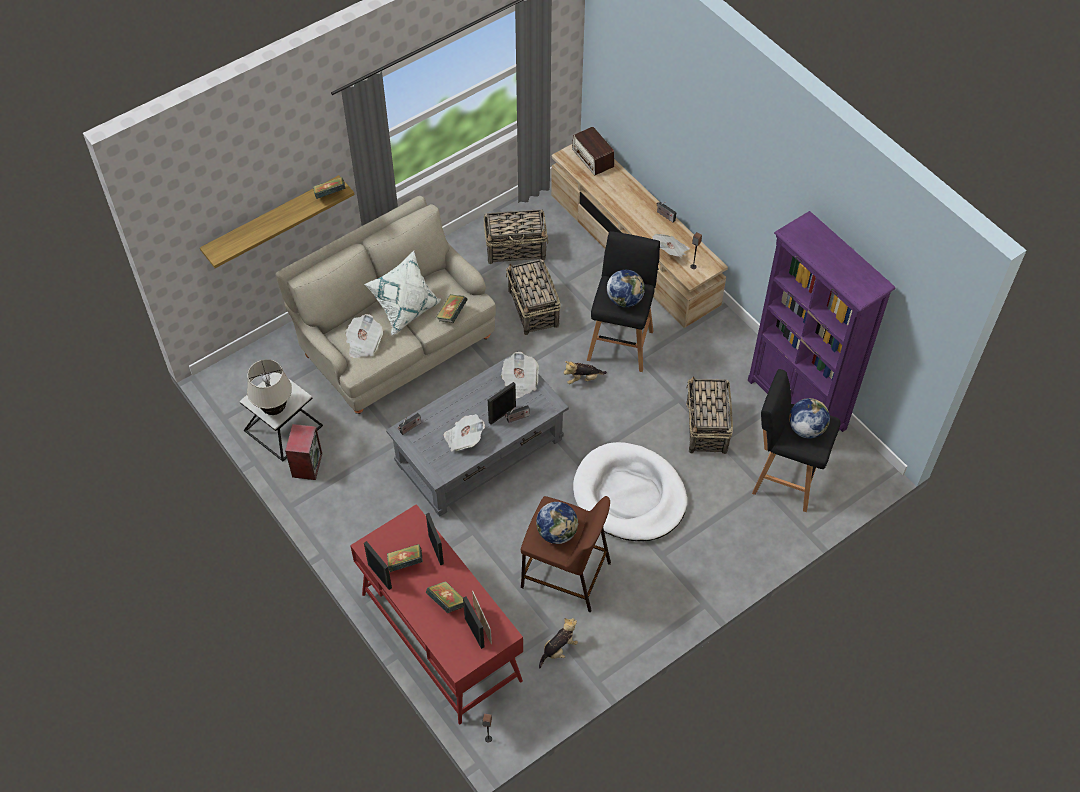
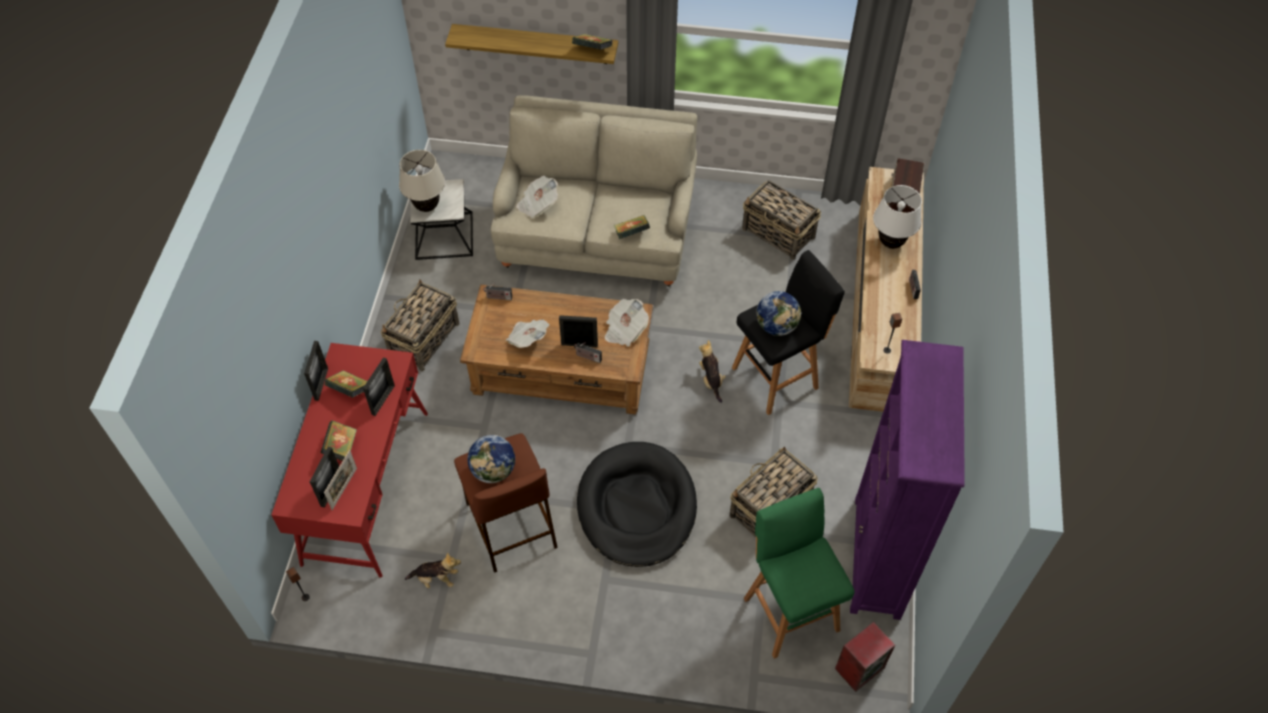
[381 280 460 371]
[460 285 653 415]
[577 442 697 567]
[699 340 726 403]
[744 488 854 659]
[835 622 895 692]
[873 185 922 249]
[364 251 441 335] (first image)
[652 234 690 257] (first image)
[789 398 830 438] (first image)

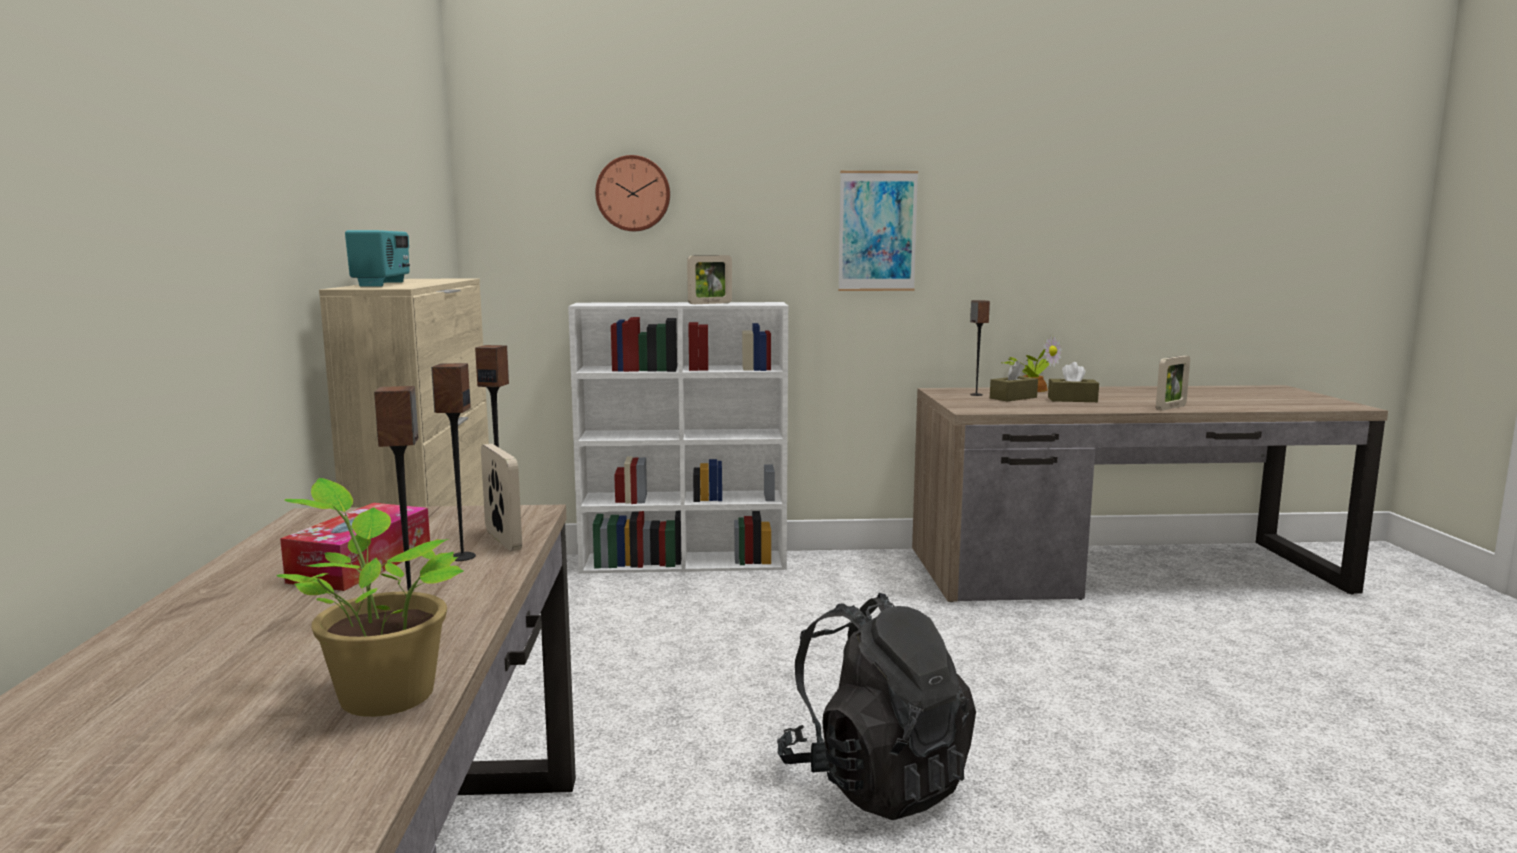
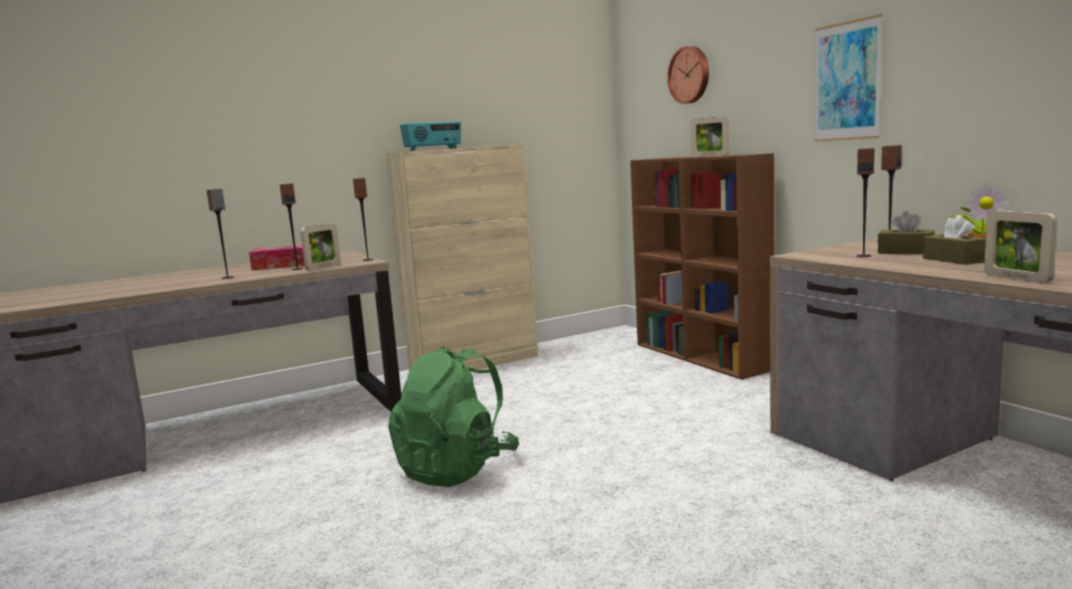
[388 346 519 487]
[630 153 774 380]
[856 148 874 257]
[984 210 1057 283]
[276 478 464 717] (first image)

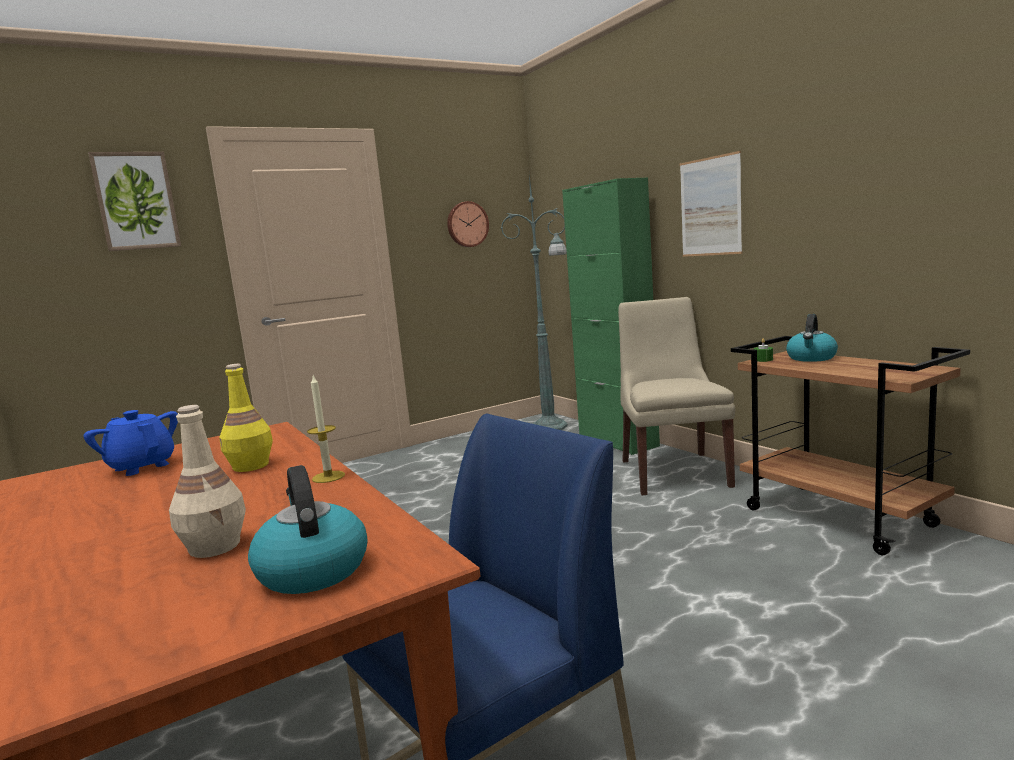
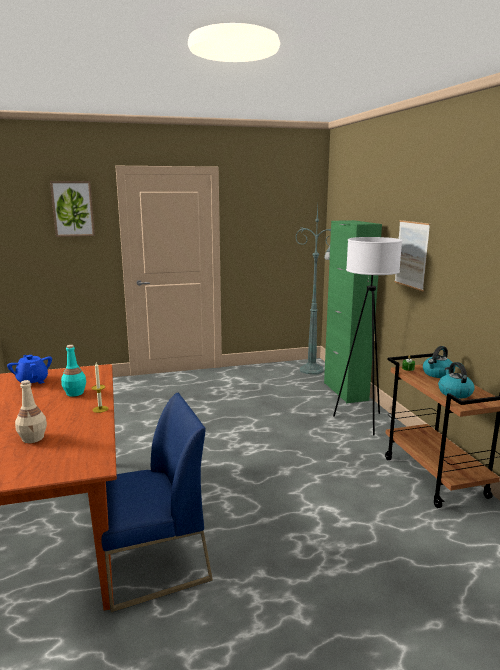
[61 345 86 397]
[333 237 402 435]
[438 362 475 398]
[447 201 489 247] (first image)

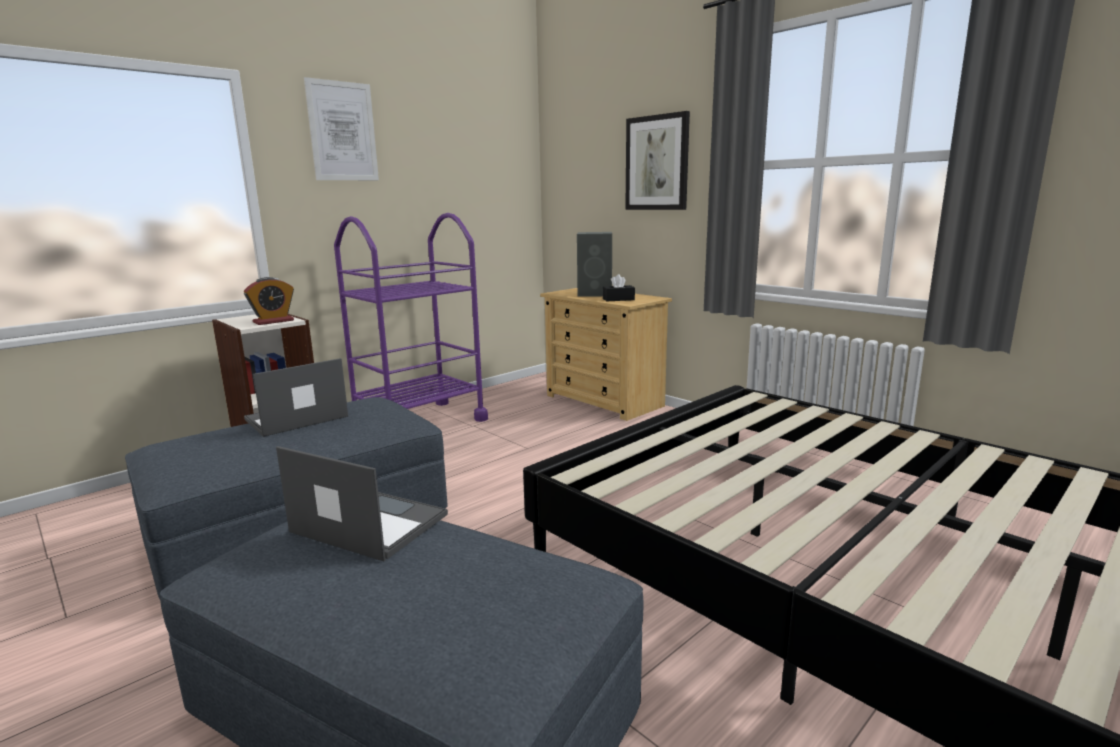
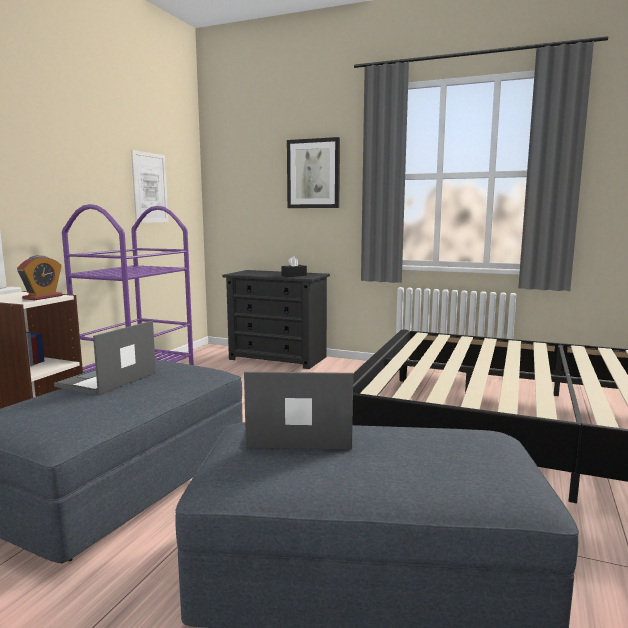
[131 150 169 223]
[222 270 330 369]
[577 232 612 297] (first image)

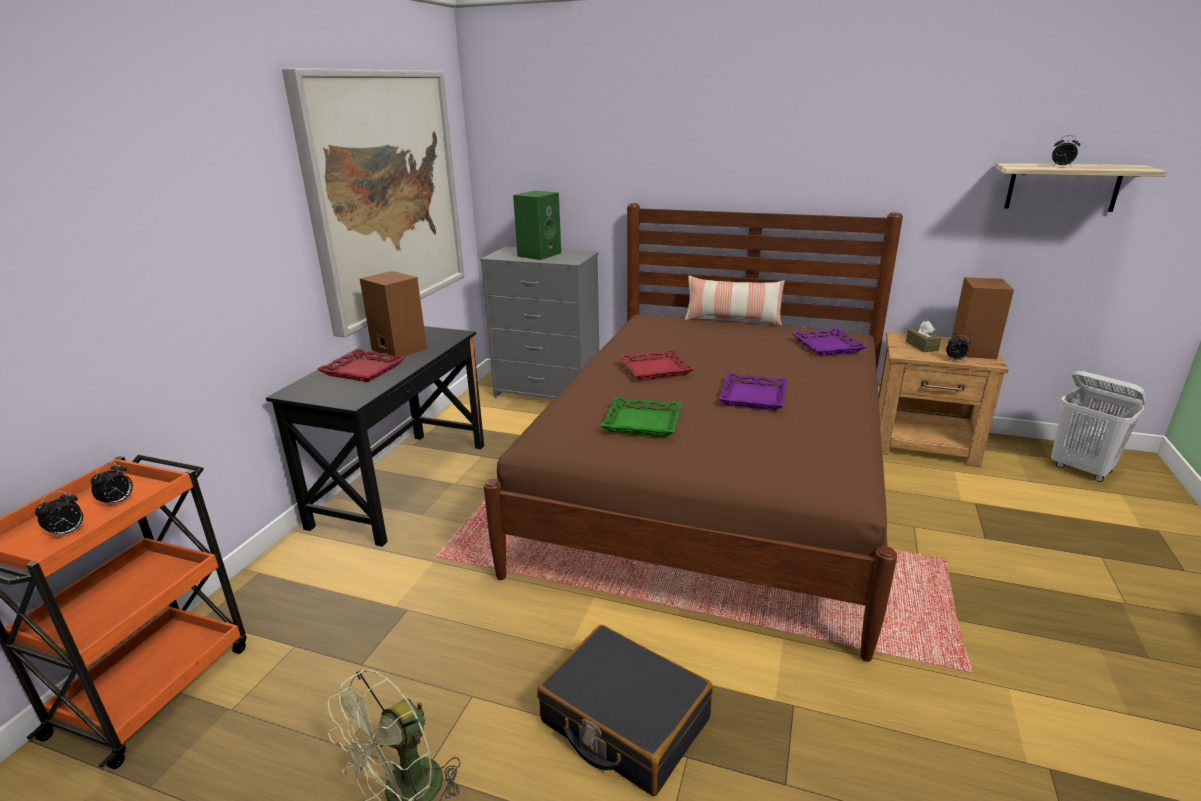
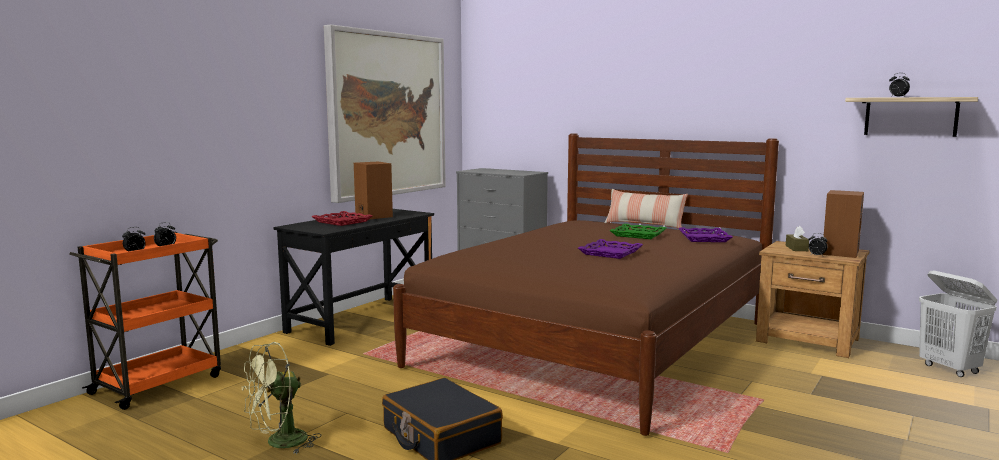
[610 224 666 239]
[513 191 561 260] (first image)
[619 349 694 381] (first image)

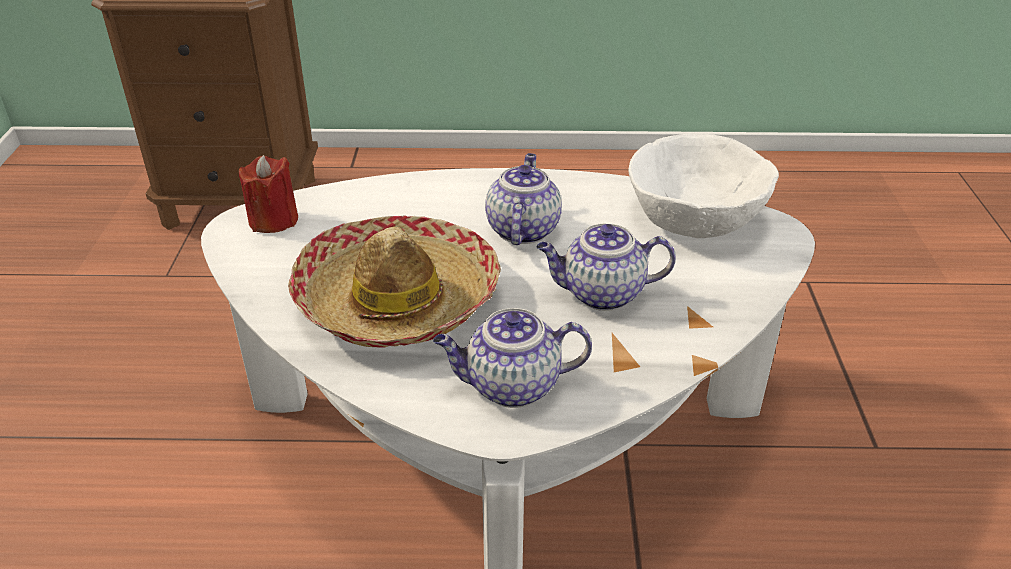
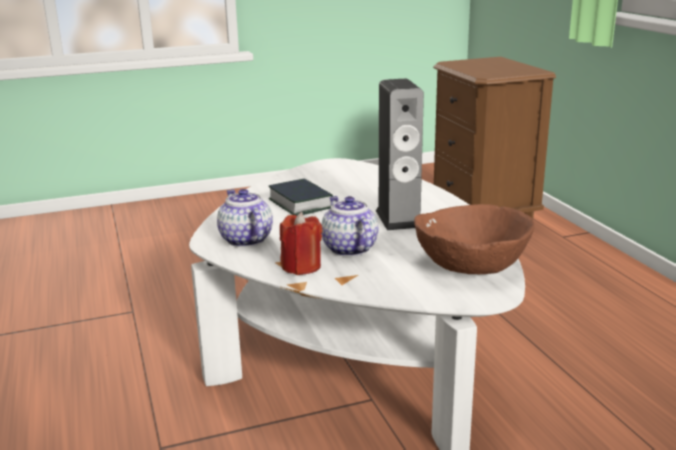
[268 179 333 216]
[280 212 322 275]
[376 79 424 230]
[414 204 535 274]

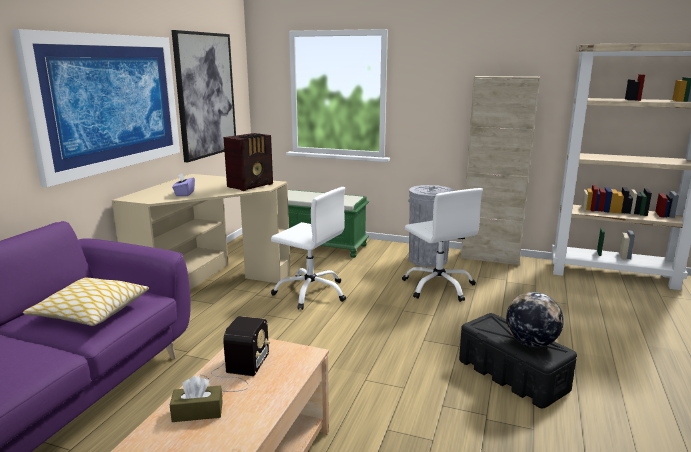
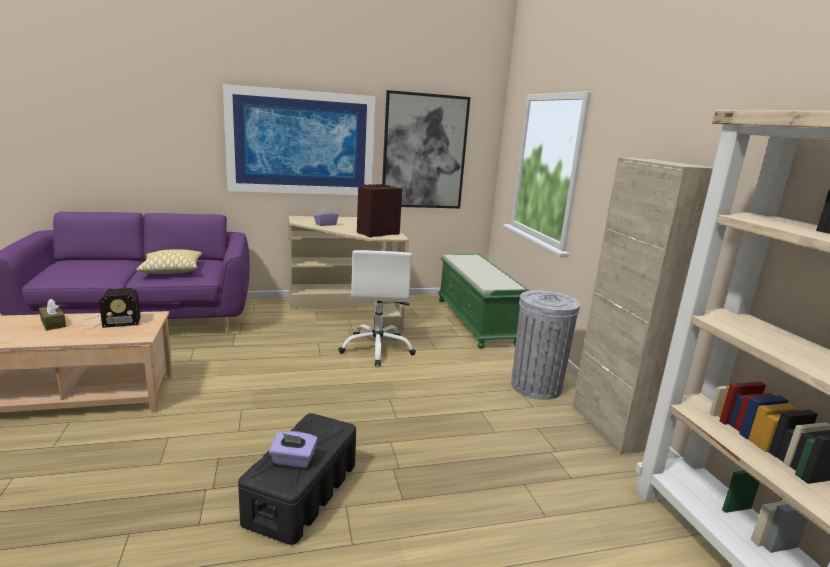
[269 431 318 468]
[357 184 402 238]
[402 188 483 302] (first image)

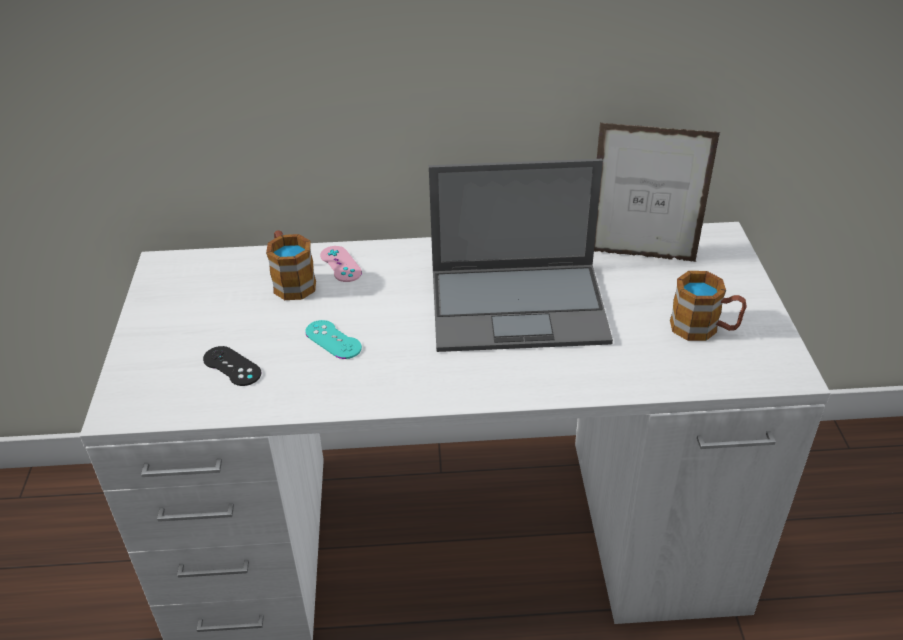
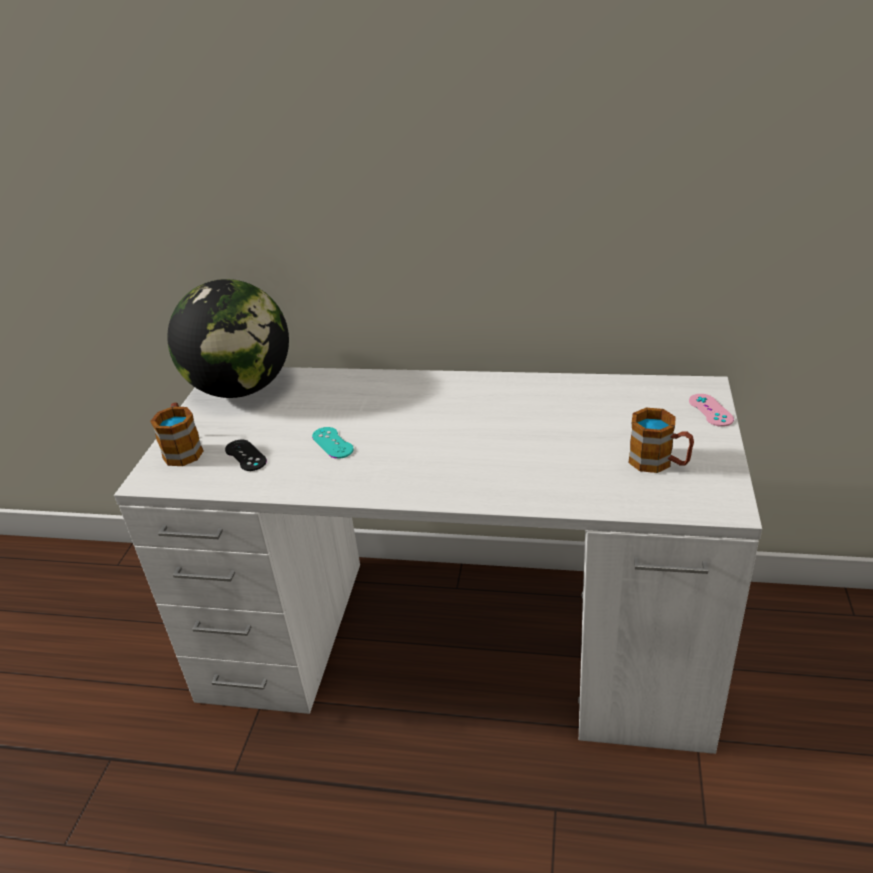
[150 402 203 466]
[167 279 289 398]
[689 394 734 427]
[429 159 613 352] (first image)
[594 123 720 262] (first image)

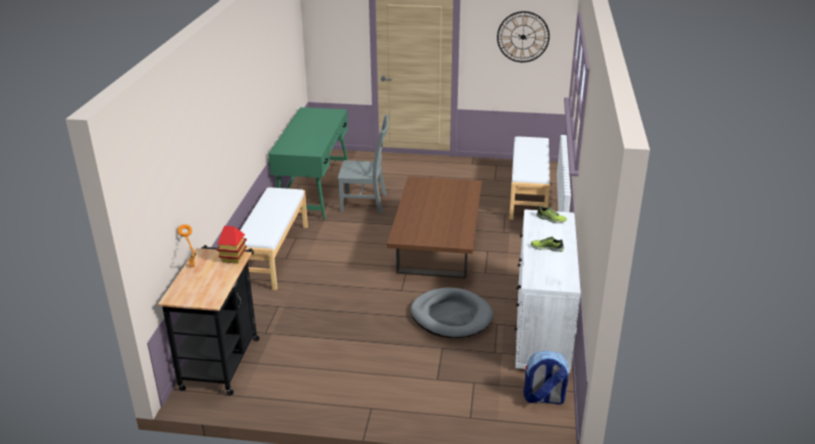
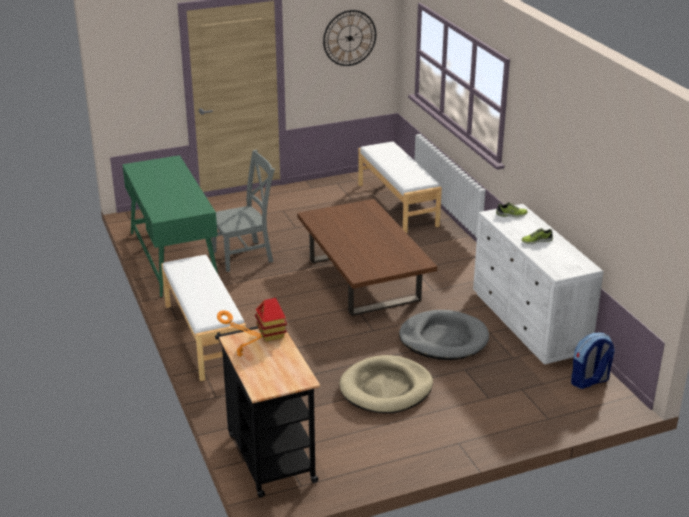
[339 355 433 413]

